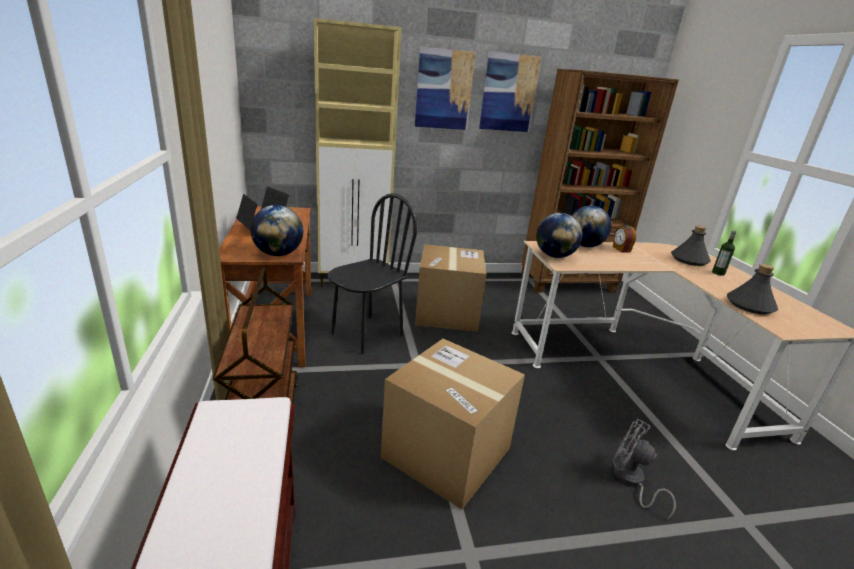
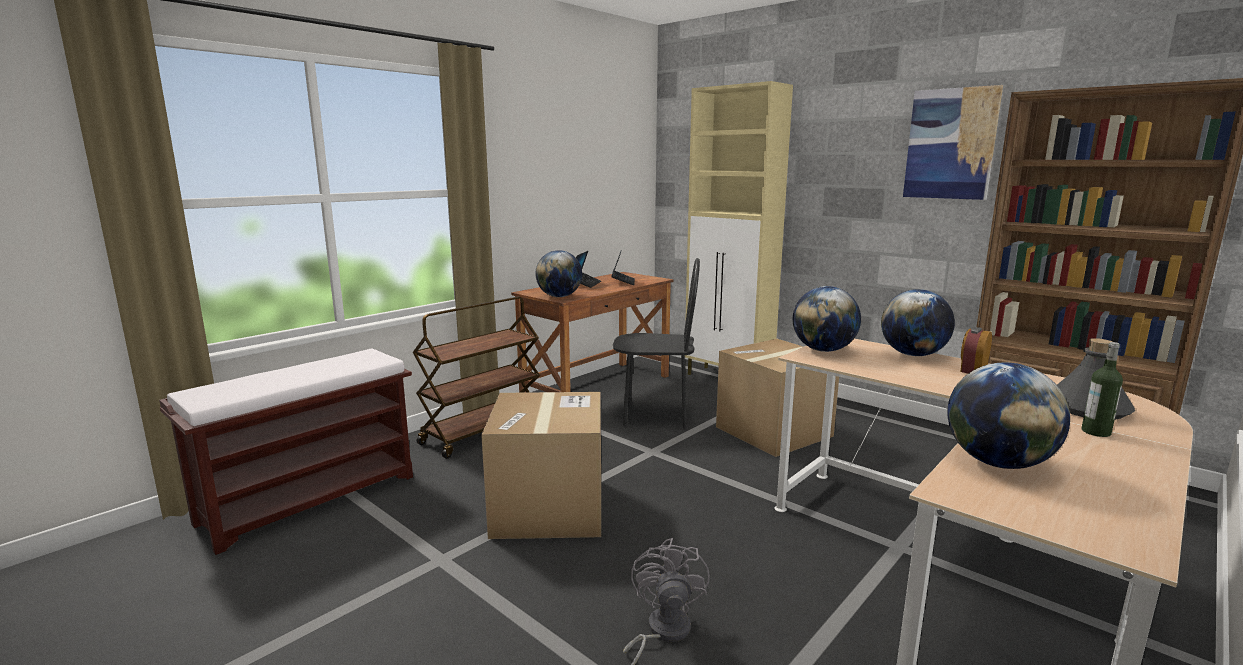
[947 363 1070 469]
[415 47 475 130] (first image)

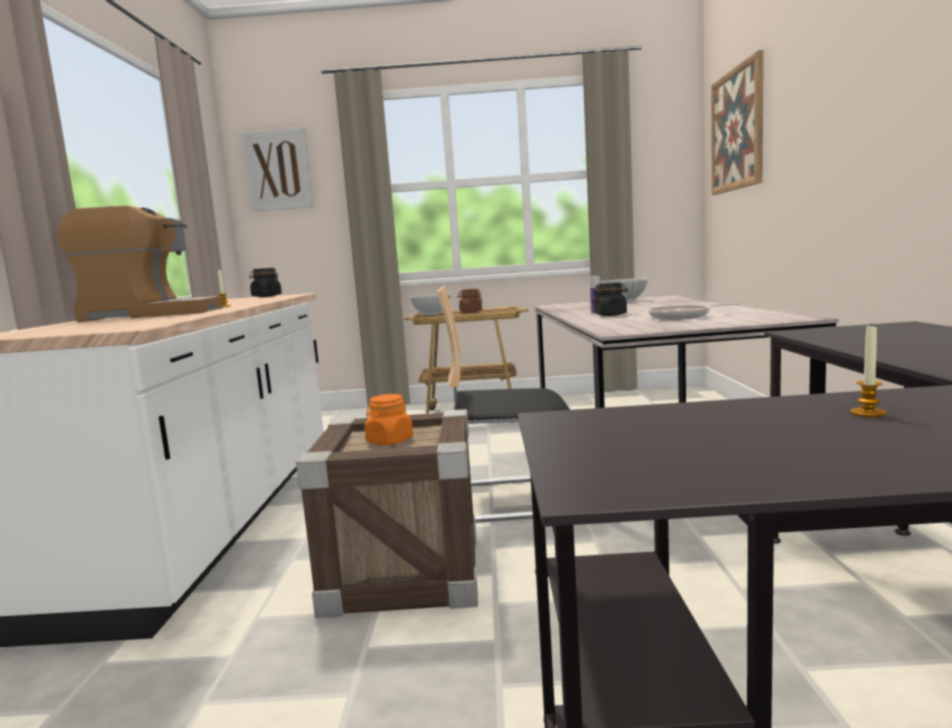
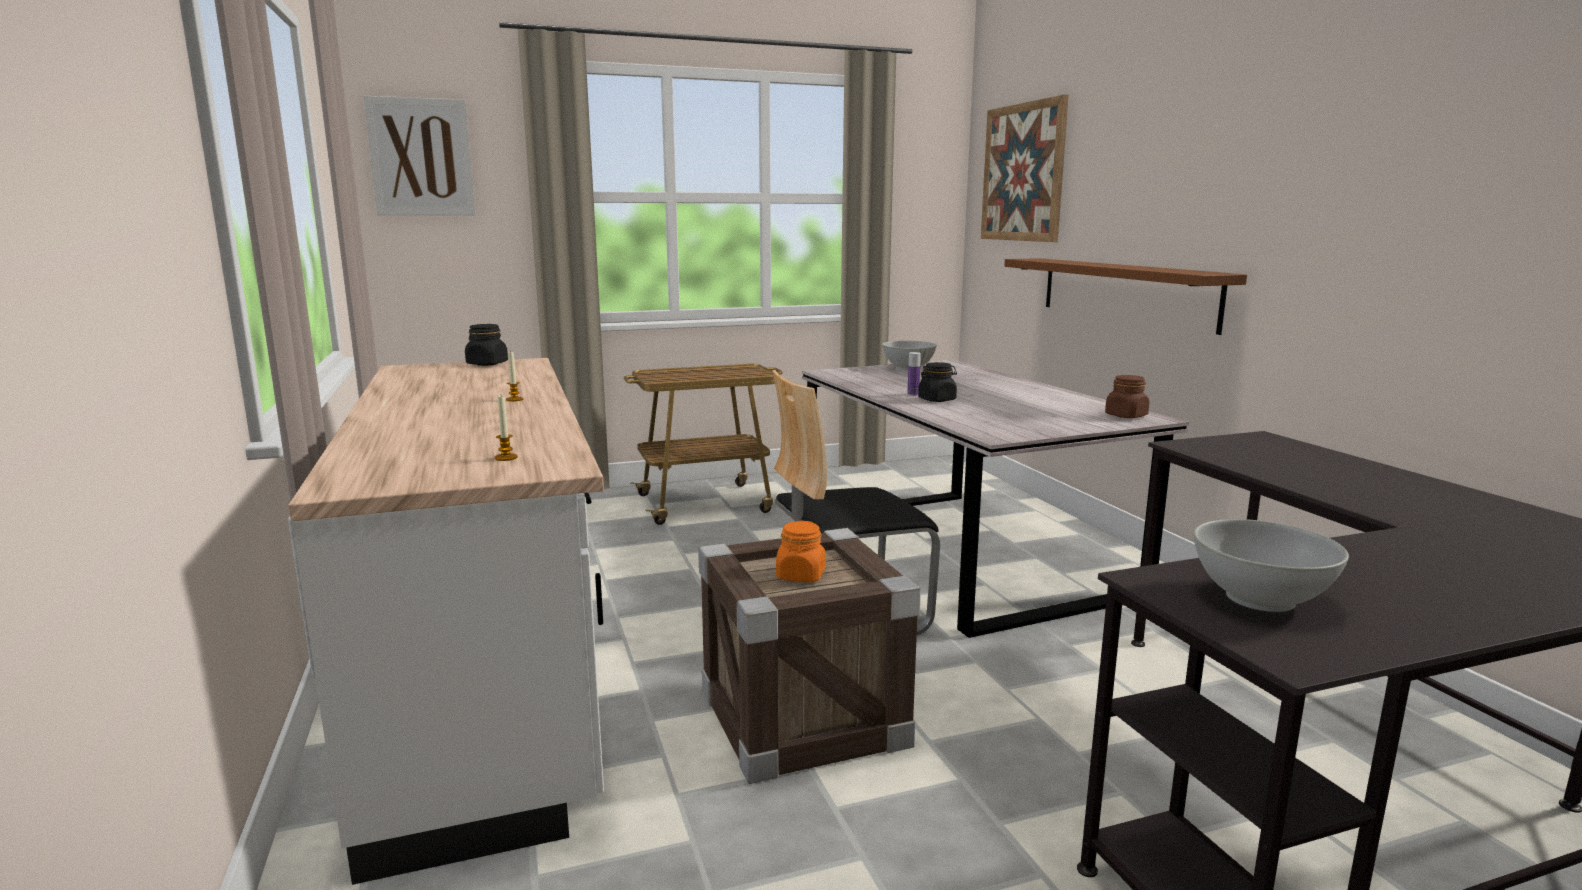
[495 396 518 461]
[1004 258 1247 335]
[1105 375 1149 418]
[1193 519 1349 612]
[57 205 223 322] (first image)
[648 303 741 320] (first image)

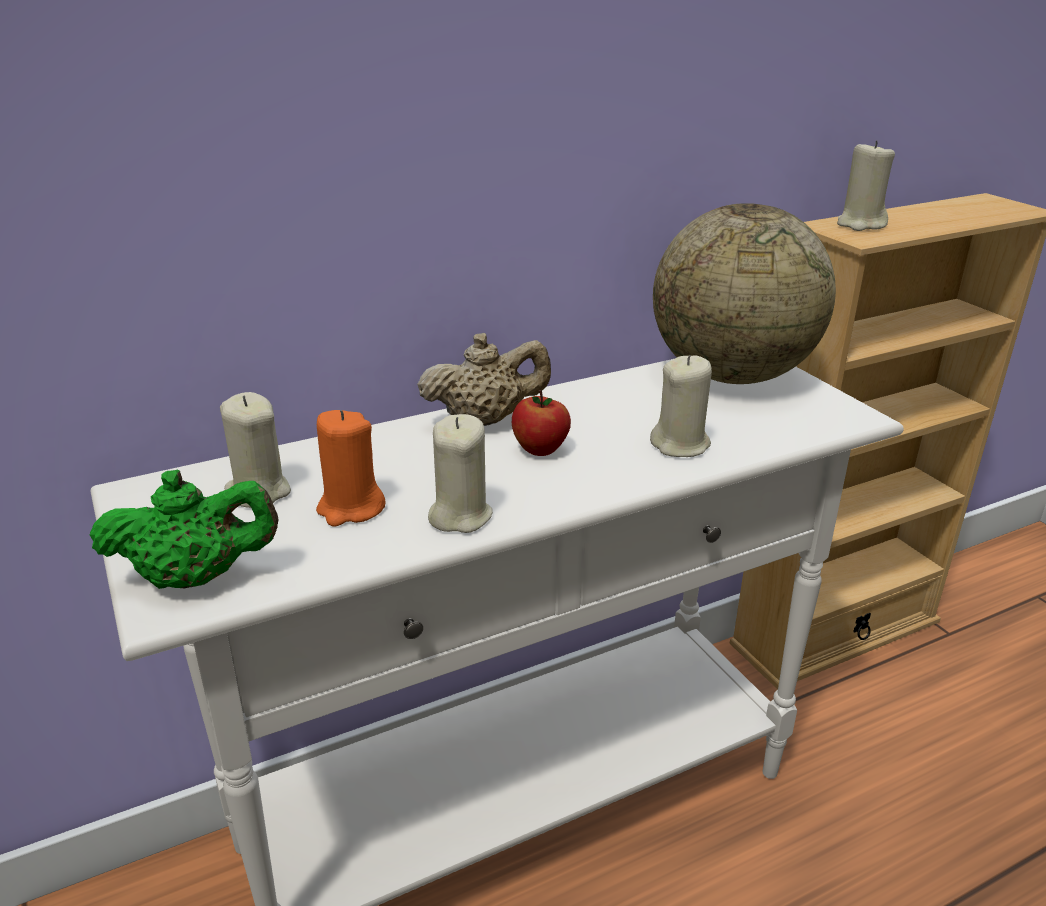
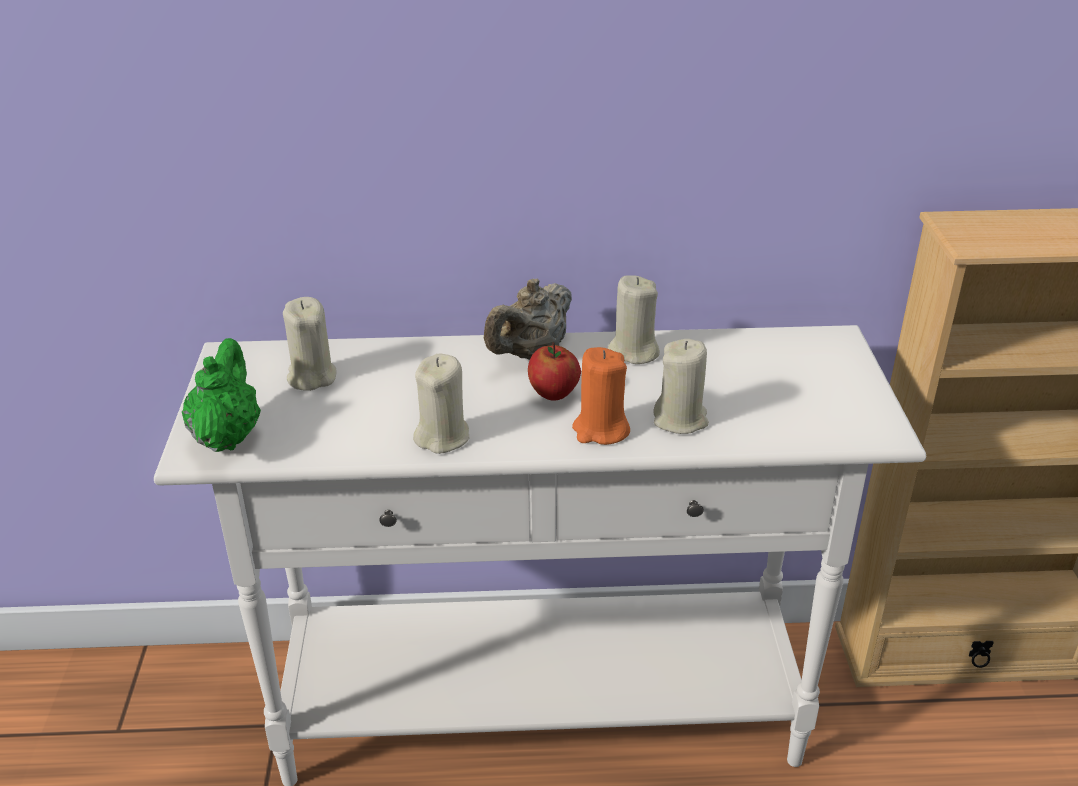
[182 338 261 452]
[484 279 572 360]
[572 347 630 445]
[608 275 660 364]
[653 203 836 384] (first image)

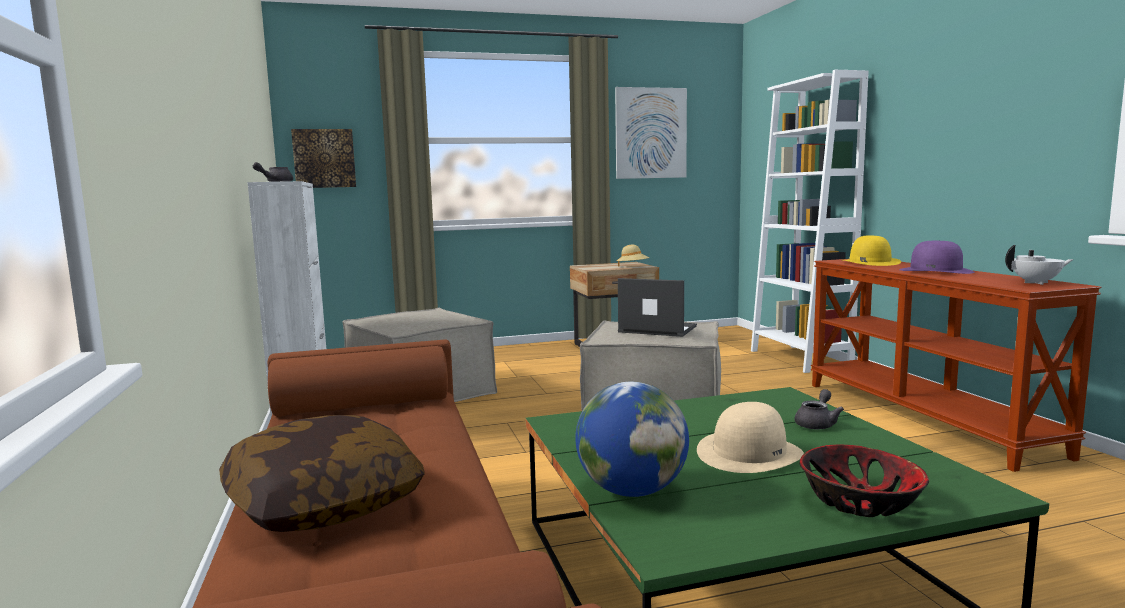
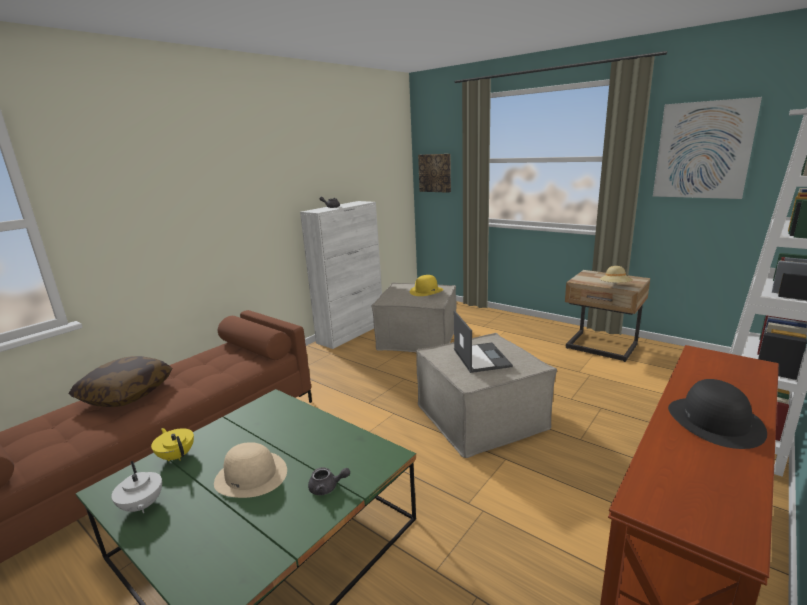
[111 461 162 513]
[151 428 194 461]
[410 275 443 296]
[668 379 767 449]
[800 445 929 517] (first image)

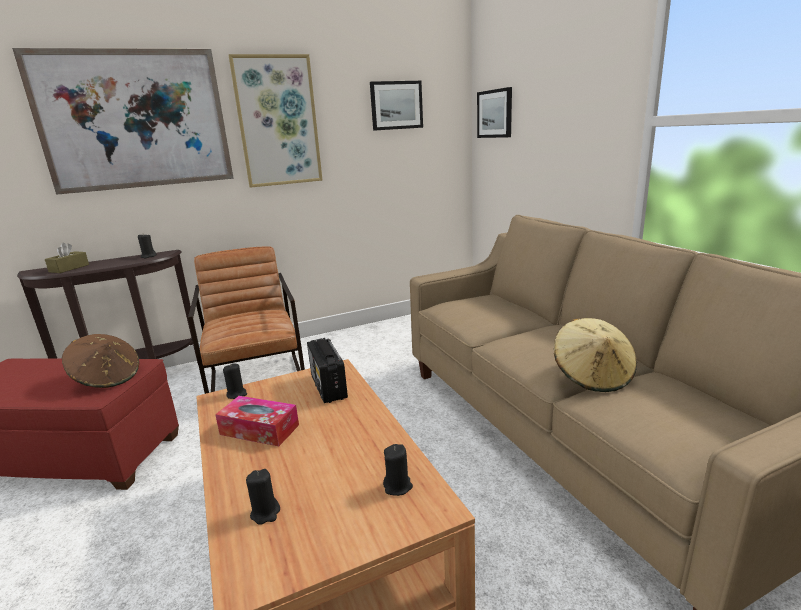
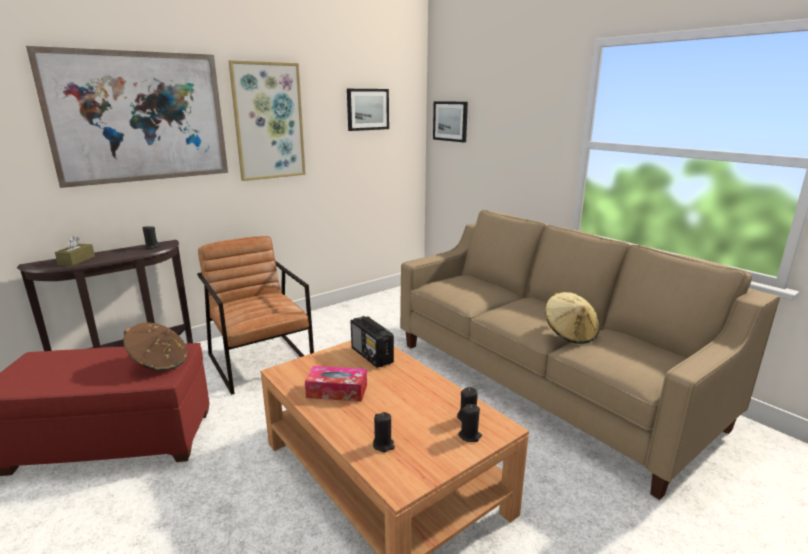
[458 404 482 442]

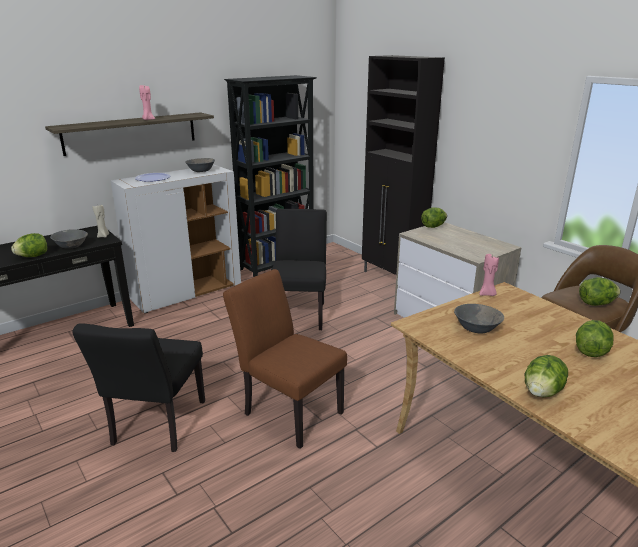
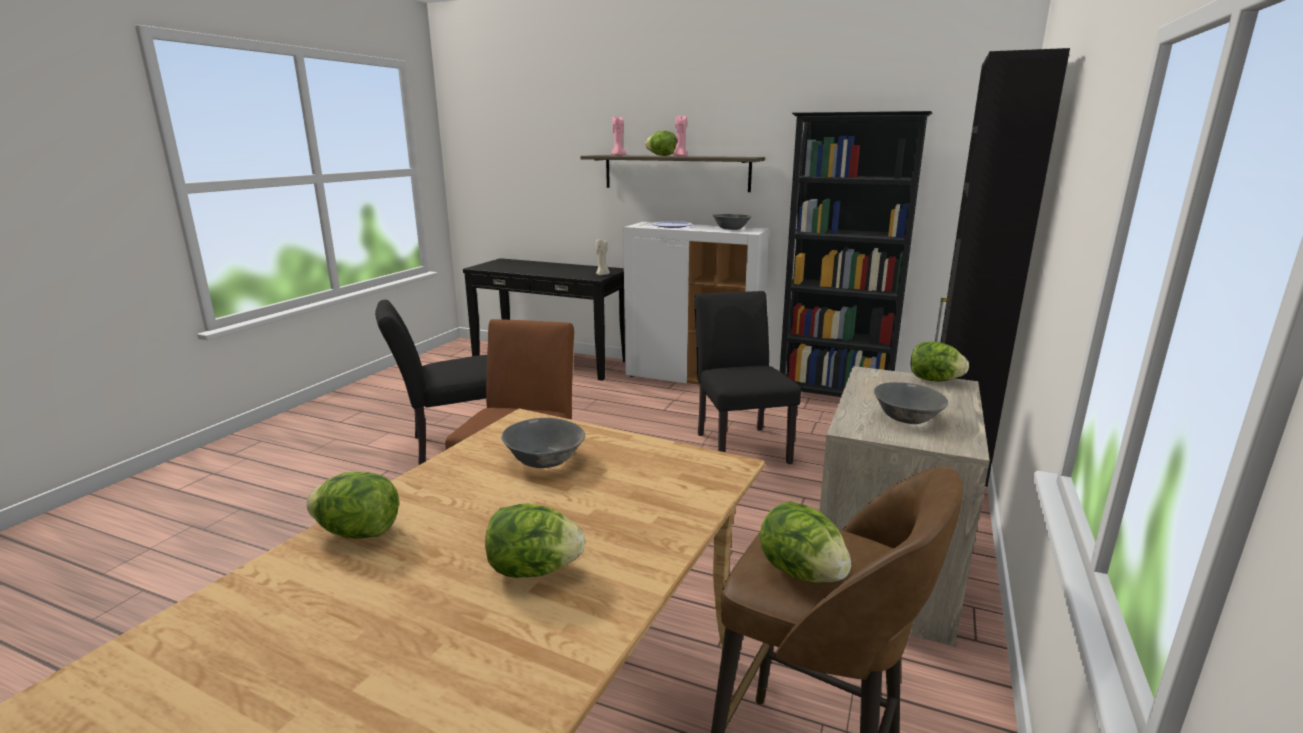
[611 116 627 156]
[645 131 677 156]
[694 291 801 464]
[874 382 948 424]

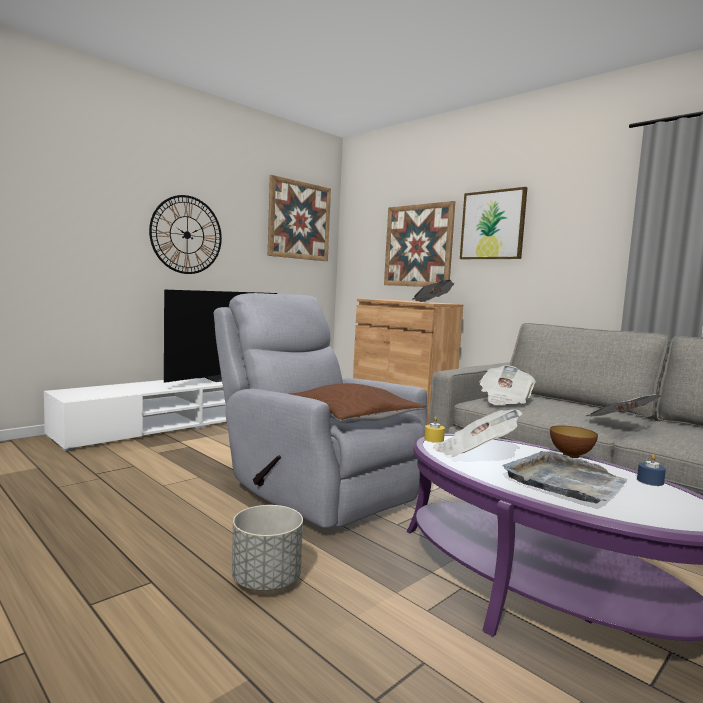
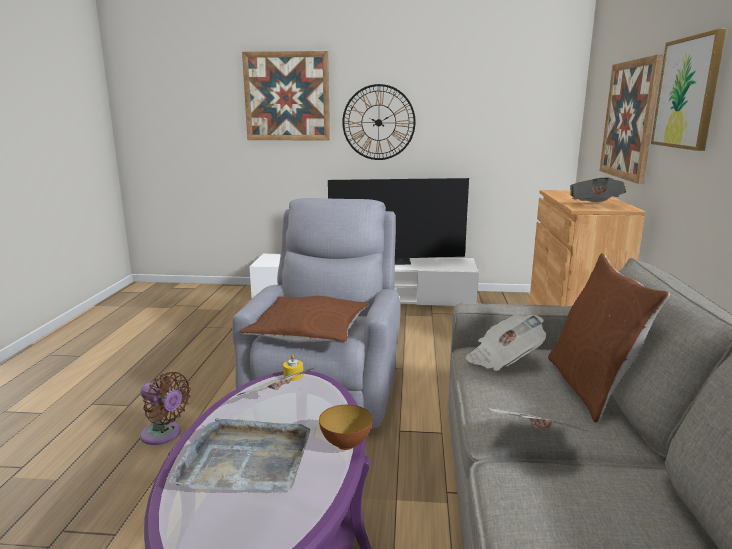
[140 372 191 445]
[242 51 330 141]
[548 253 670 423]
[637 454 666 486] (first image)

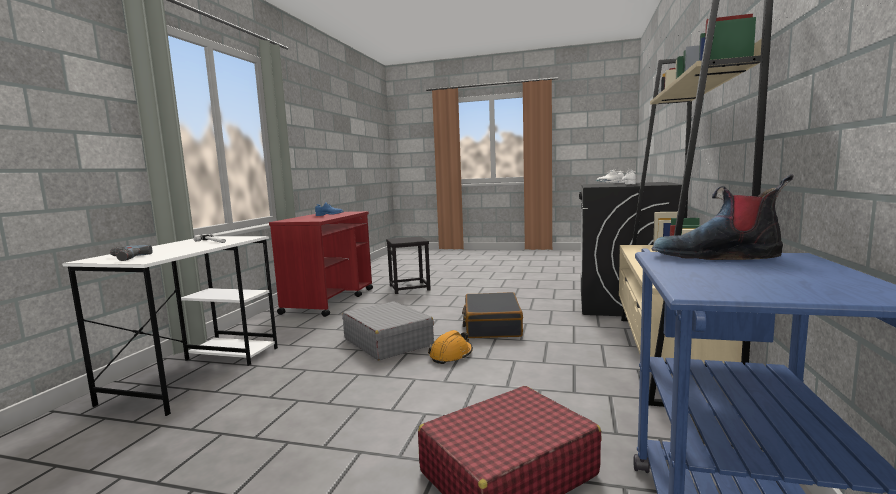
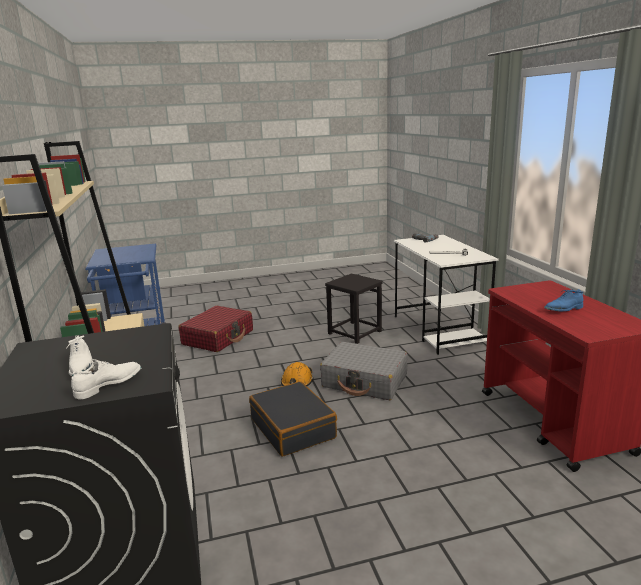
[325 274 383 344]
[651 174 793 260] (first image)

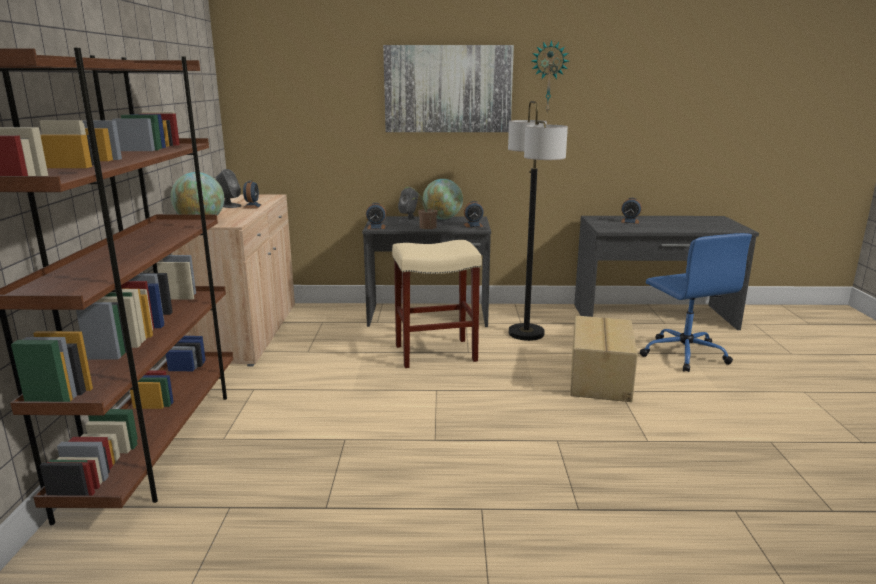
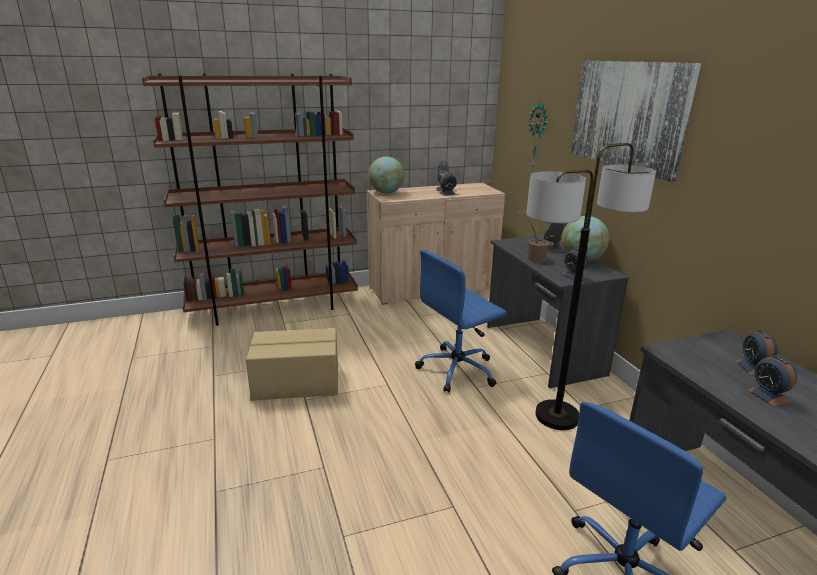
[246 328 338 400]
[415 250 507 393]
[529 102 548 167]
[746 355 797 407]

